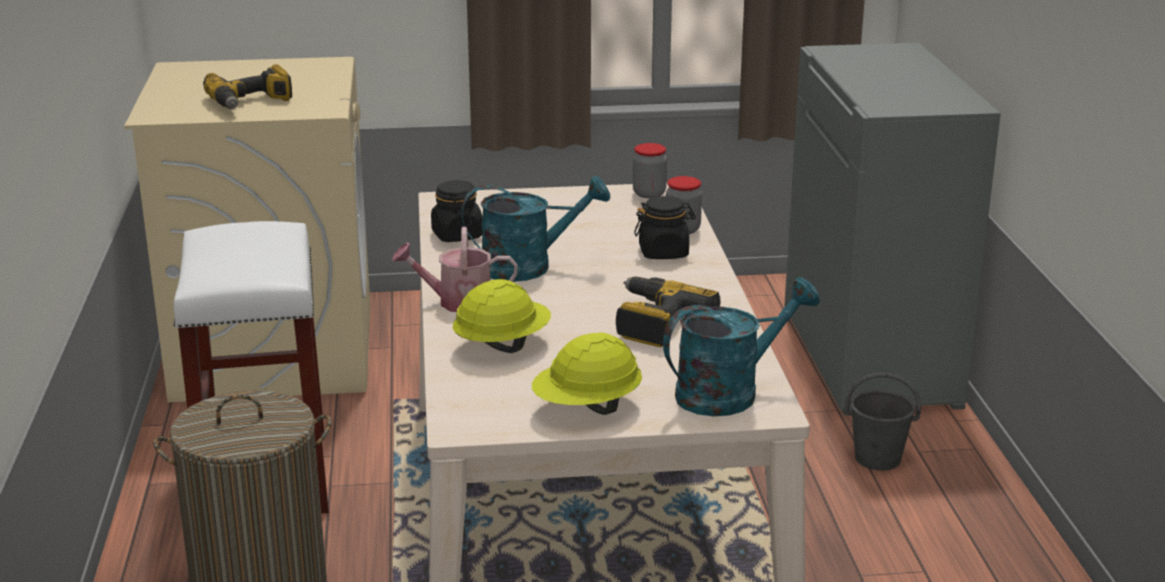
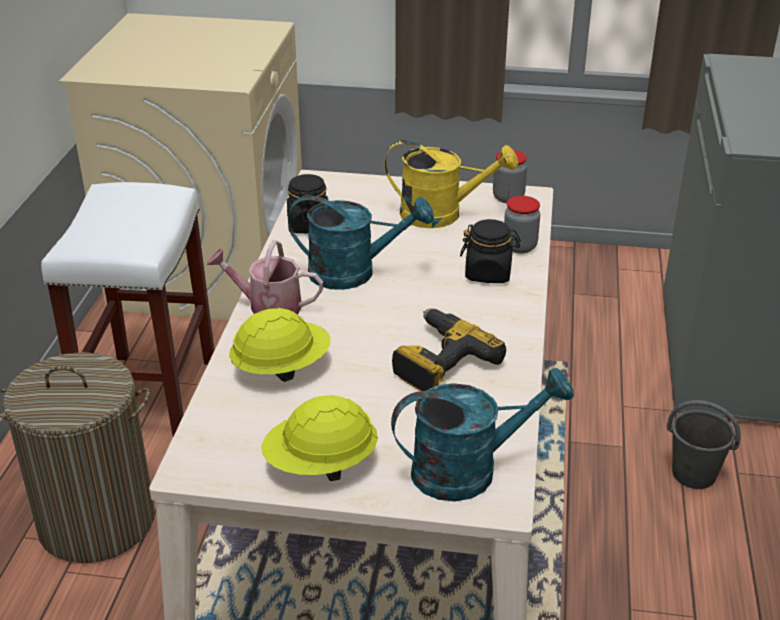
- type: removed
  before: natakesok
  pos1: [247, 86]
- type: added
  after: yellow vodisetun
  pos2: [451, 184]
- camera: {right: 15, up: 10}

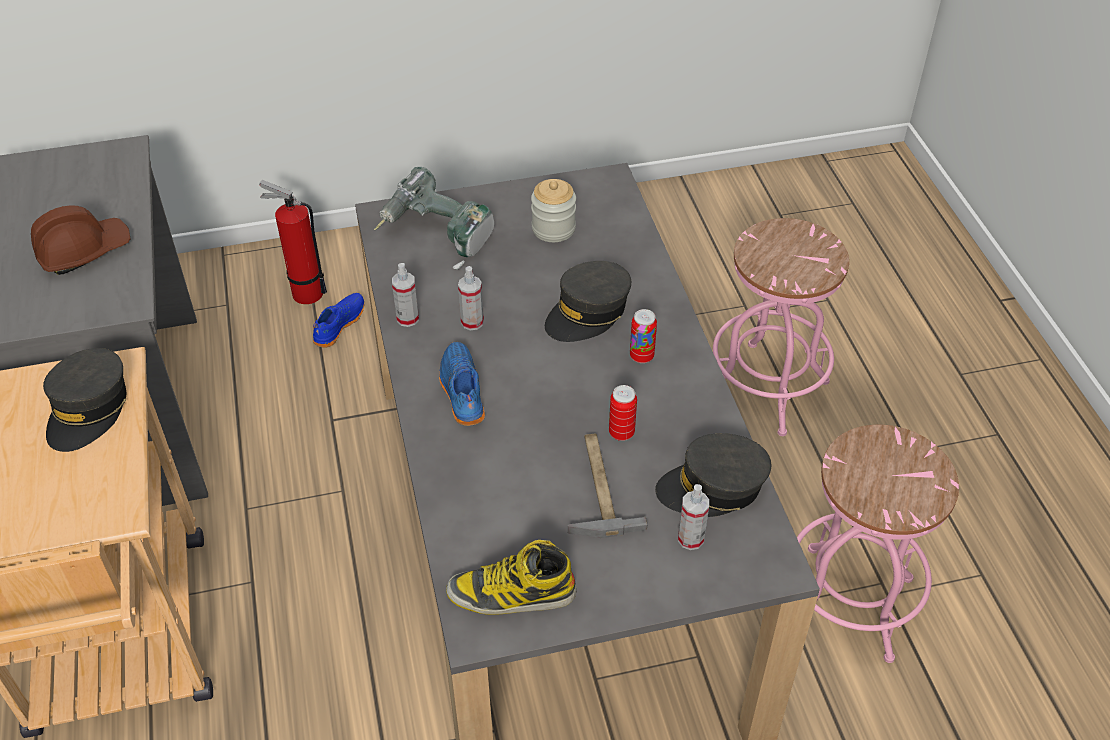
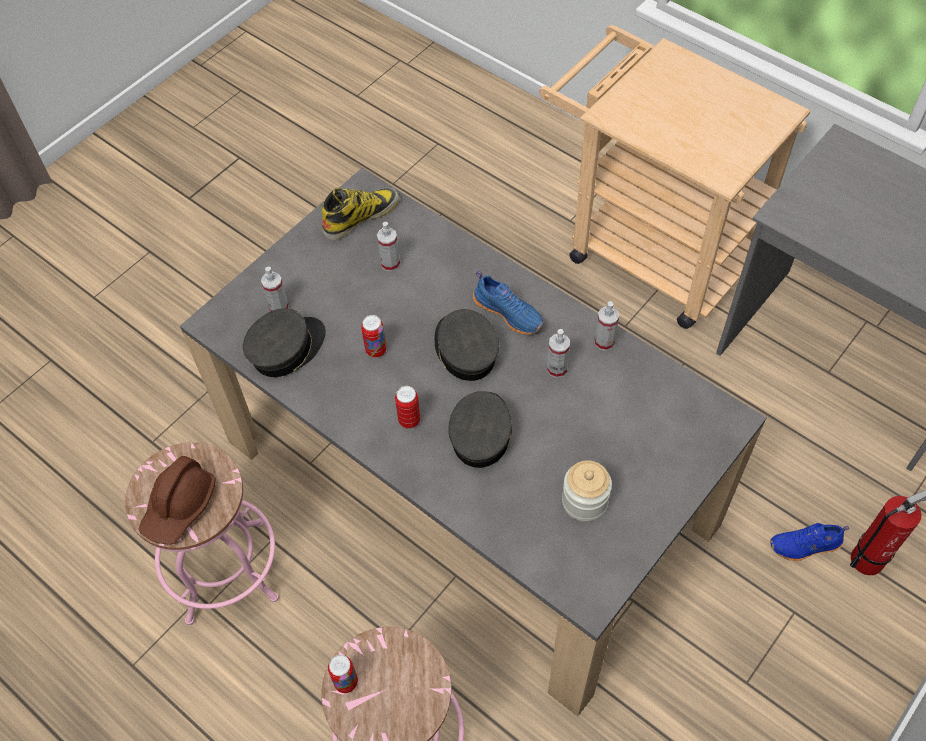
- type: removed
  before: natakesok
  pos1: [434, 218]
- type: moved
  before: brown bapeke
  pos1: [80, 240]
  pos2: [177, 500]
- type: turned
  before: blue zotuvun
  pos1: [338, 320]
  pos2: [809, 542]
  turn: 90
- type: moved
  before: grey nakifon
  pos1: [85, 400]
  pos2: [467, 345]
- type: removed
  before: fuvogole
  pos1: [607, 485]
- type: added
  after: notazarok
  pos2: [388, 246]
- type: added
  after: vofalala
  pos2: [343, 674]
- camera: {right: 145, up: 10}

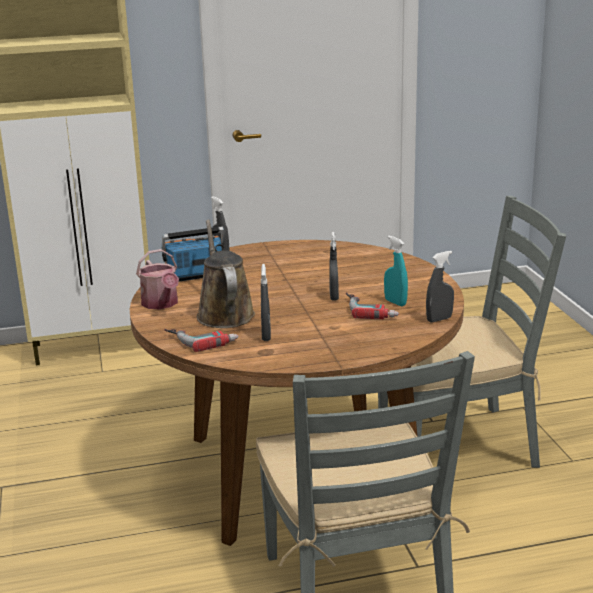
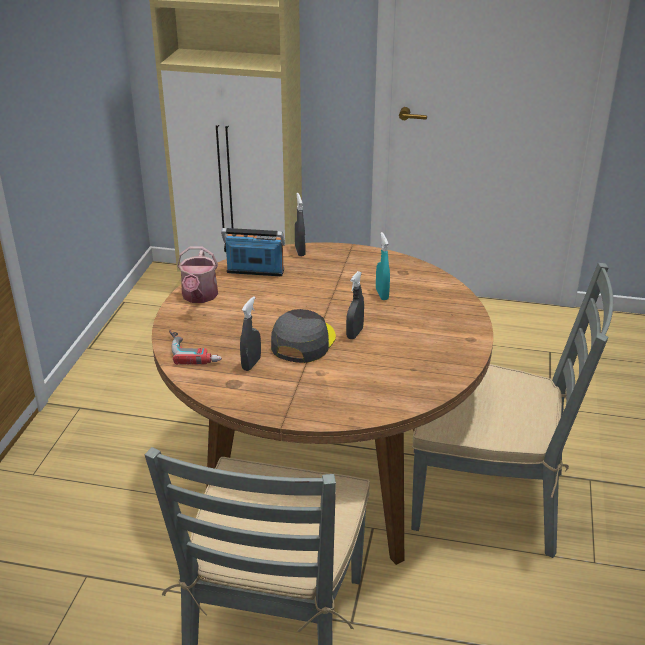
- type: removed
  before: brown vodisetun
  pos1: [226, 273]
- type: moved
  before: turquoise notazarok
  pos1: [396, 271]
  pos2: [383, 266]
- type: removed
  before: grey notazarok
  pos1: [440, 286]
- type: removed
  before: natakesok
  pos1: [372, 306]
- type: added
  after: grey nakifon
  pos2: [303, 336]
- camera: {right: 25, up: 10}

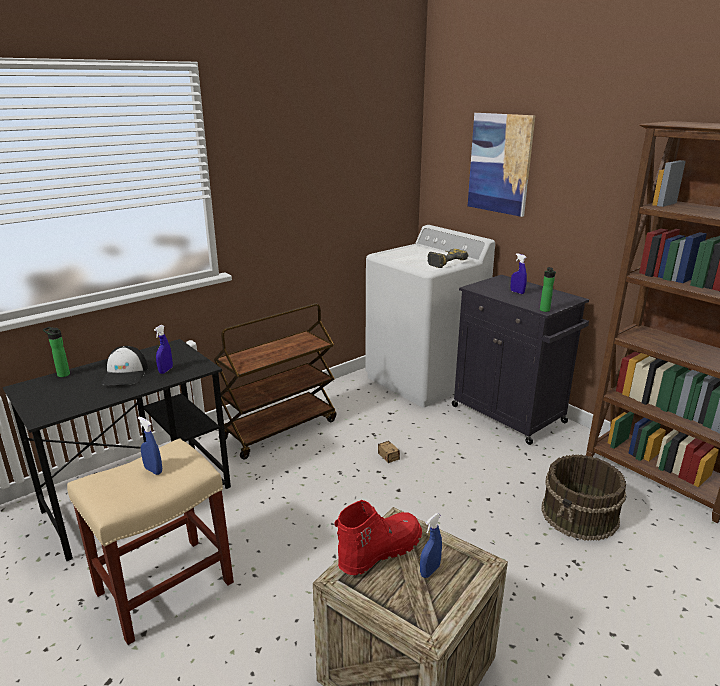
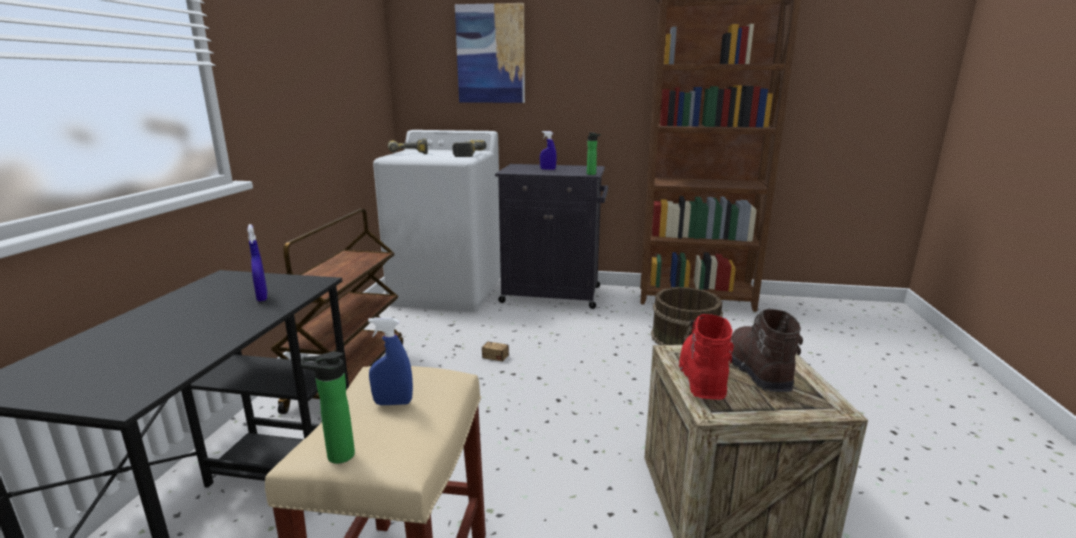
- type: moved
  before: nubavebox
  pos1: [56, 352]
  pos2: [328, 407]
- type: removed
  before: nakifon
  pos1: [124, 365]
- type: replaced
  before: blue notazarok
  after: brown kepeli
  pos1: [431, 545]
  pos2: [766, 350]
- type: added
  after: natakesok
  pos2: [408, 146]
- camera: {right: -40, up: -5}

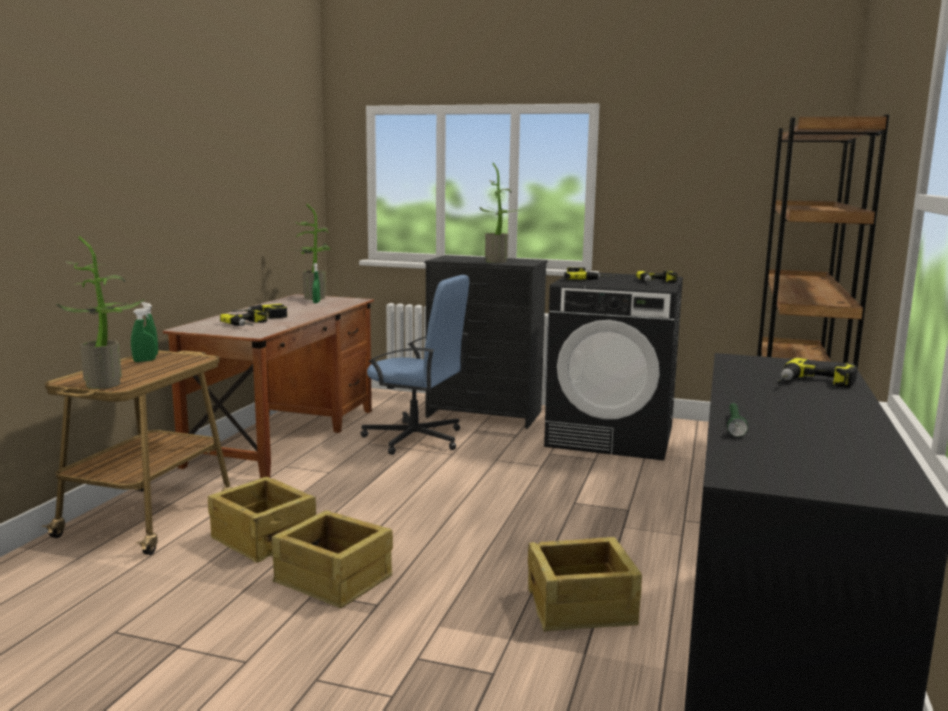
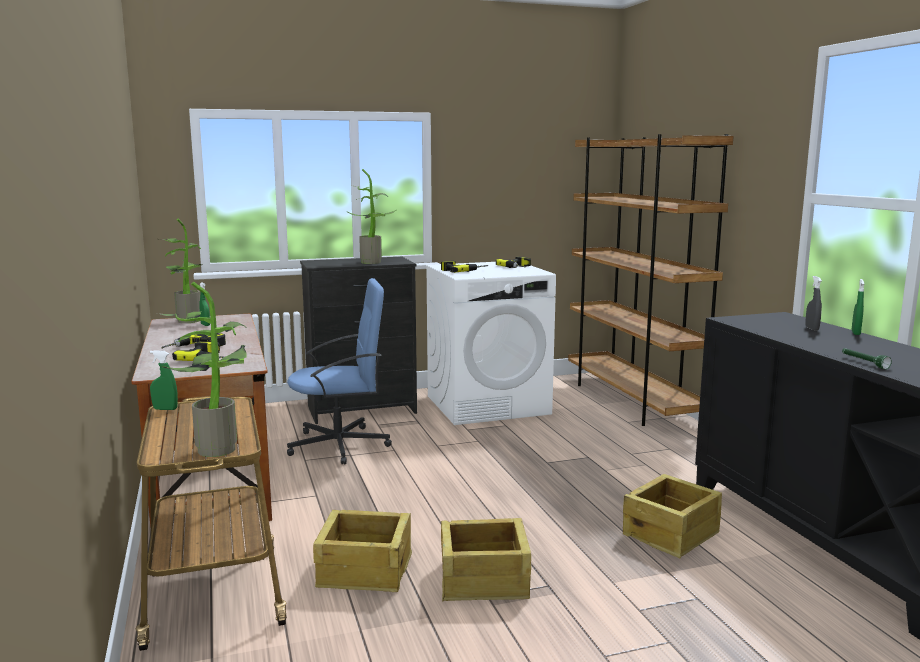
- type: recoloured
  before: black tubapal
  after: white tubapal
  pos1: [613, 367]
  pos2: [491, 343]
- type: moved
  before: green notazarok
  pos1: [143, 335]
  pos2: [858, 307]
- type: replaced
  before: natakesok
  after: grey notazarok
  pos1: [817, 373]
  pos2: [813, 303]
- camera: {right: -35, up: 0}

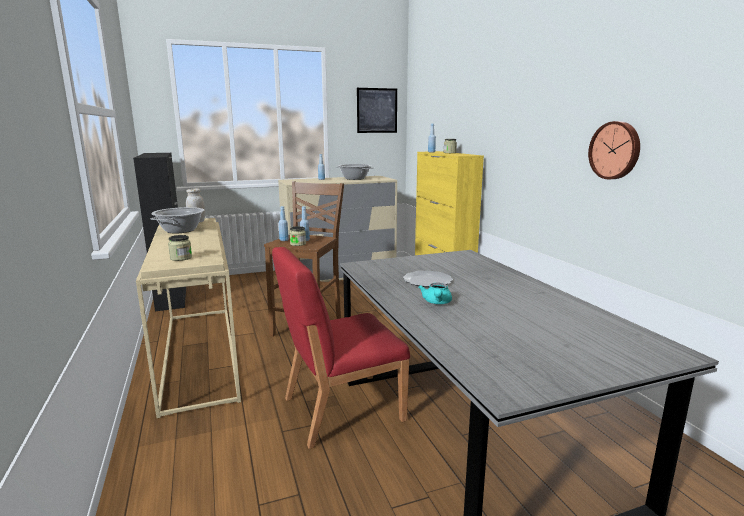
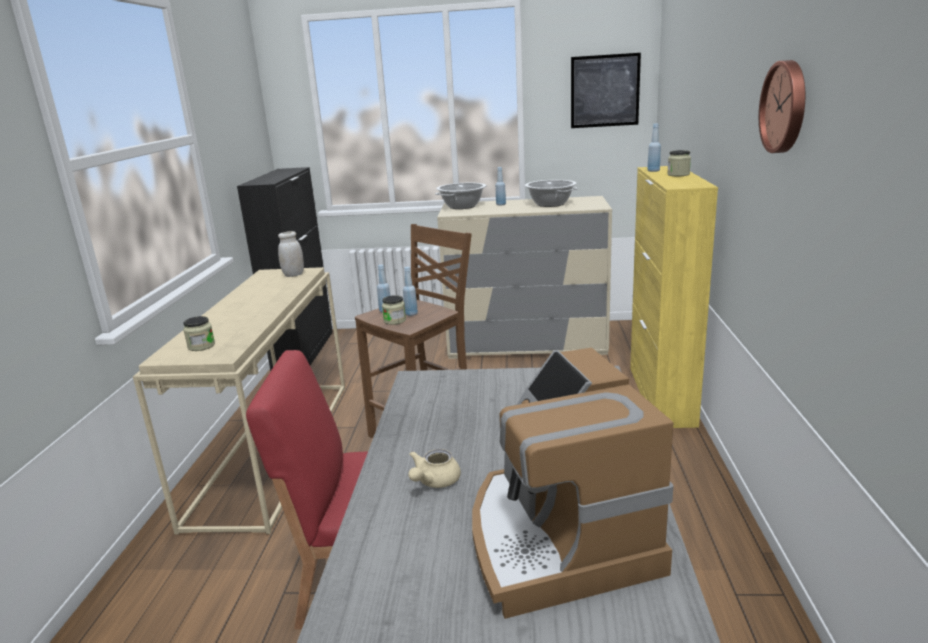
- type: moved
  before: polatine
  pos1: [614, 150]
  pos2: [782, 106]
- type: moved
  before: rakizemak
  pos1: [177, 220]
  pos2: [461, 196]
- type: removed
  before: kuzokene
  pos1: [428, 279]
- type: recoloured
  before: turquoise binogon
  after: beige binogon
  pos1: [435, 293]
  pos2: [434, 468]
- type: added
  after: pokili
  pos2: [572, 483]
- camera: {right: 25, up: 5}

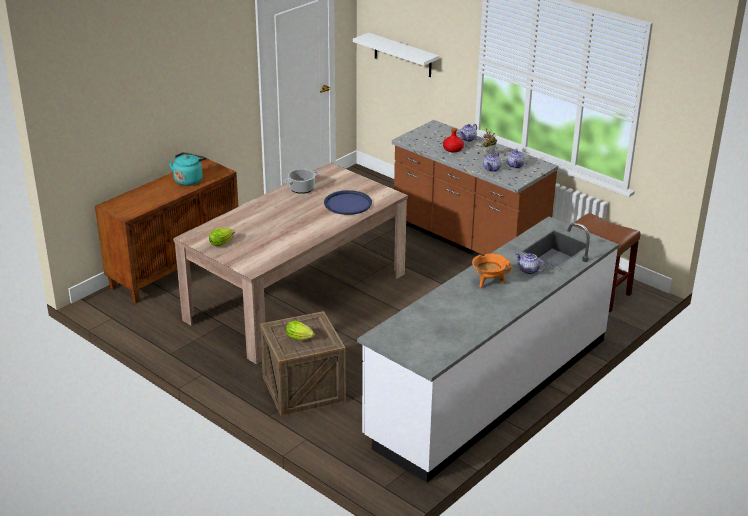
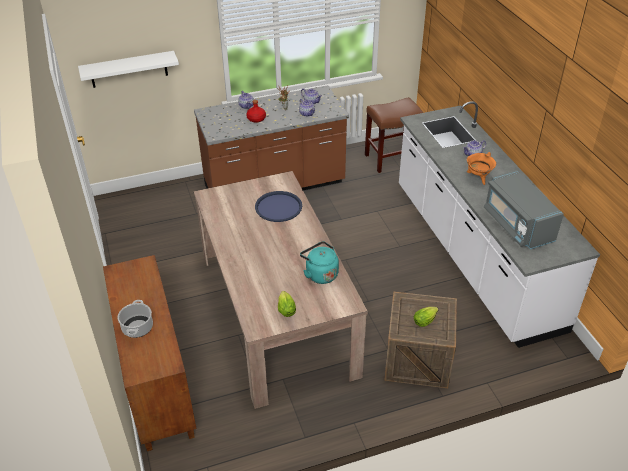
- type: moved
  before: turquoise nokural
  pos1: [187, 169]
  pos2: [319, 262]
- type: moved
  before: rakizemak
  pos1: [302, 181]
  pos2: [135, 319]
- type: added
  after: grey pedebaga
  pos2: [524, 209]
- camera: {right: -60, up: 10}

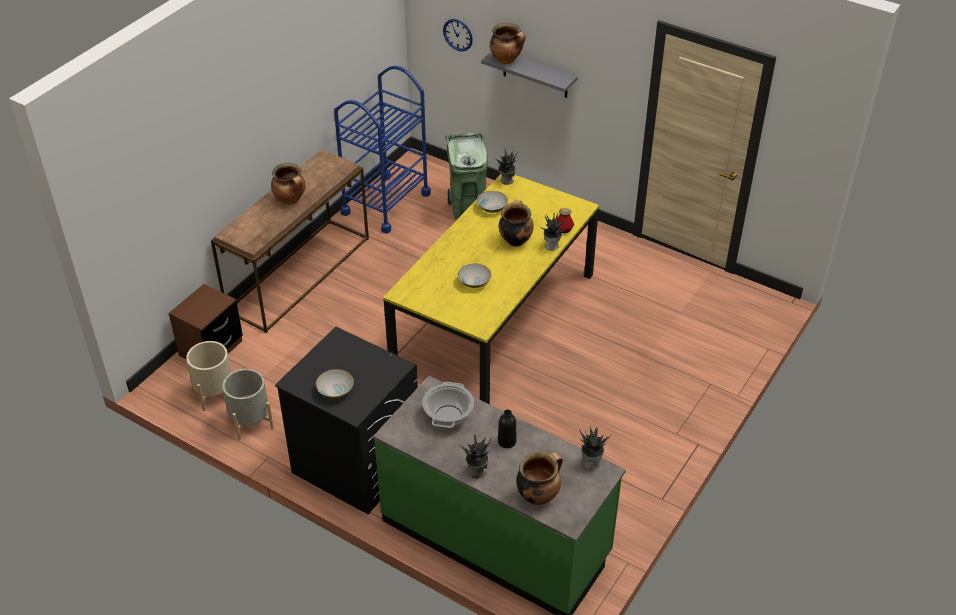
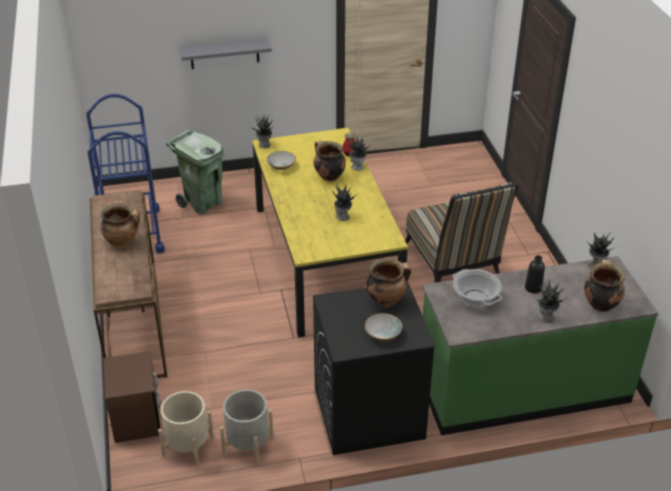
- type: removed
  before: polatine
  pos1: [458, 35]
- type: moved
  before: rakizemak
  pos1: [507, 43]
  pos2: [388, 282]
- type: replaced
  before: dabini
  after: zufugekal
  pos1: [474, 275]
  pos2: [344, 202]
- type: added
  after: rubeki
  pos2: [462, 232]
- camera: {right: -45, up: -5}

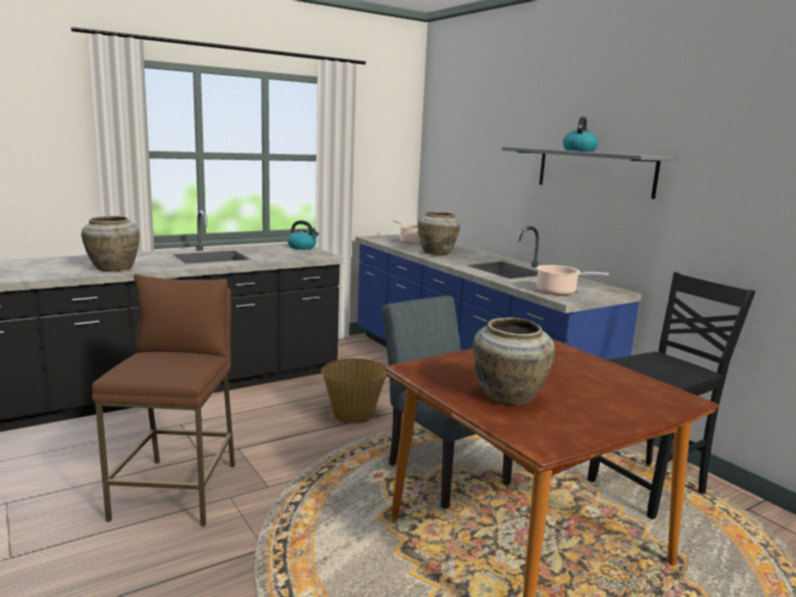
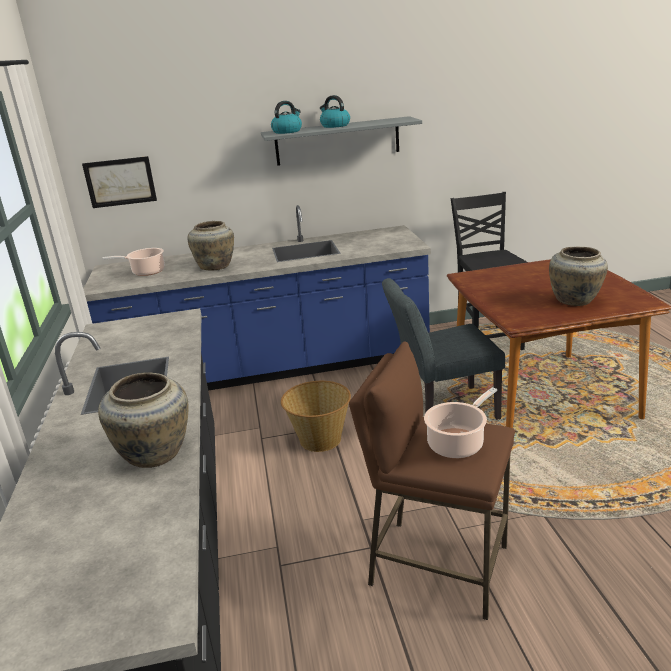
- type: moved
  before: nokural
  pos1: [303, 235]
  pos2: [286, 117]
- type: moved
  before: rakizemak
  pos1: [572, 280]
  pos2: [460, 422]
- type: added
  after: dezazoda
  pos2: [119, 182]
- camera: {right: -65, up: 10}

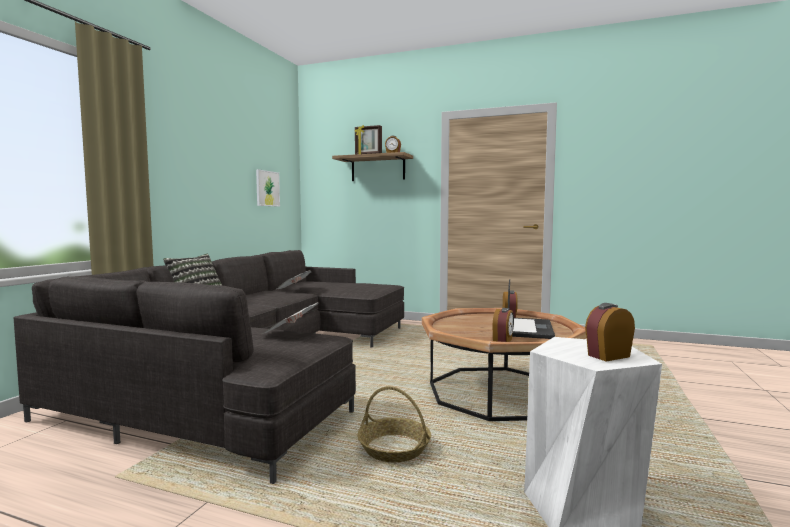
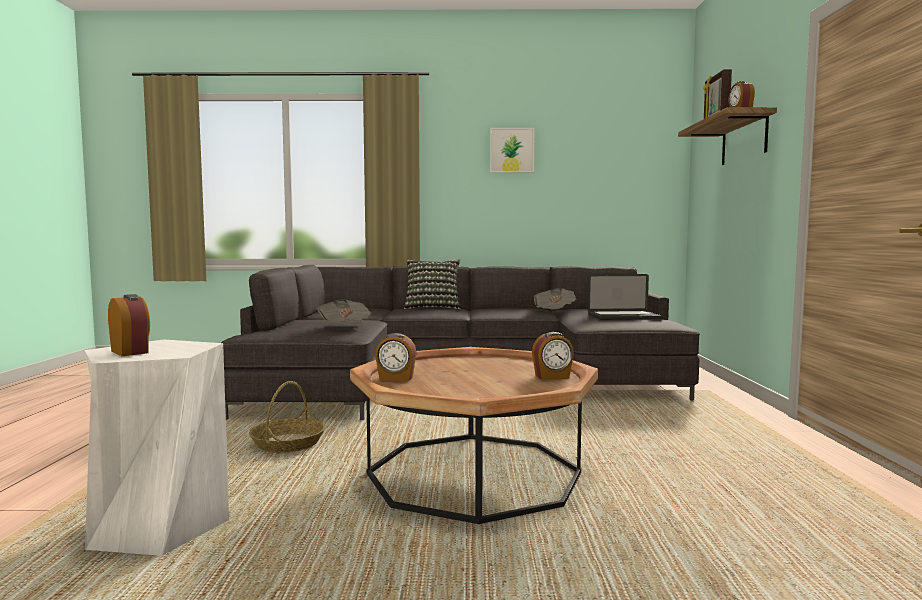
- type: moved
  before: dezazoda
  pos1: [268, 188]
  pos2: [512, 150]
- type: moved
  before: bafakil
  pos1: [531, 309]
  pos2: [625, 297]
- camera: {right: 70, up: 0}

